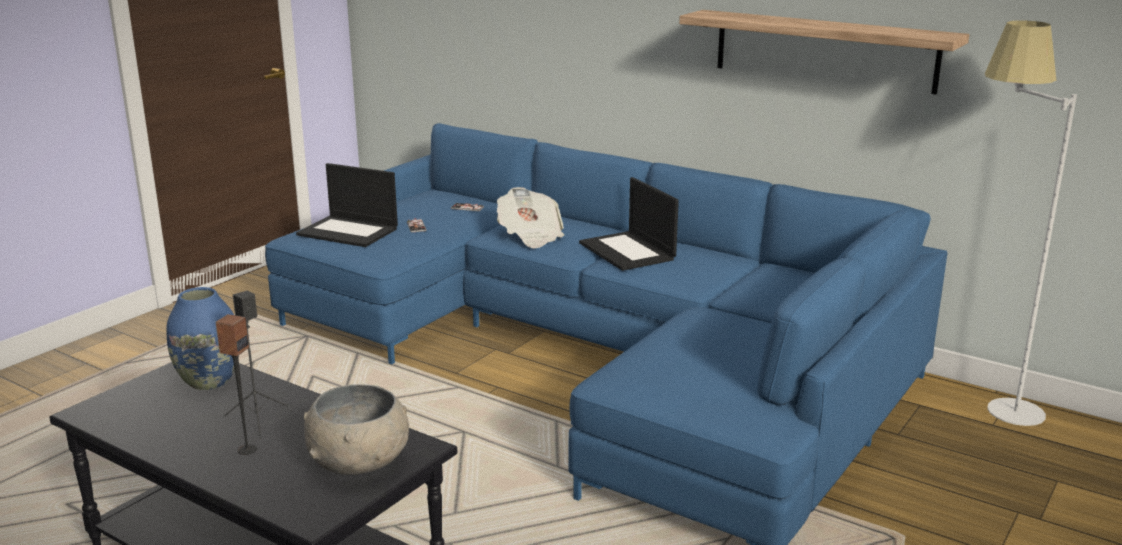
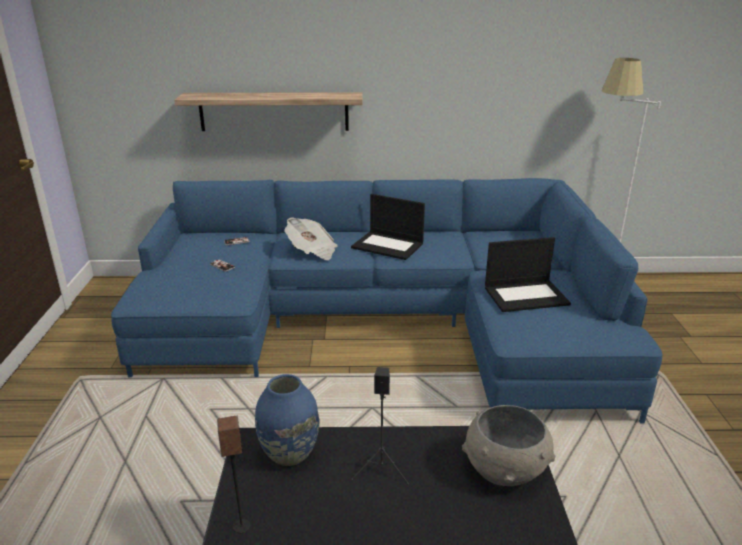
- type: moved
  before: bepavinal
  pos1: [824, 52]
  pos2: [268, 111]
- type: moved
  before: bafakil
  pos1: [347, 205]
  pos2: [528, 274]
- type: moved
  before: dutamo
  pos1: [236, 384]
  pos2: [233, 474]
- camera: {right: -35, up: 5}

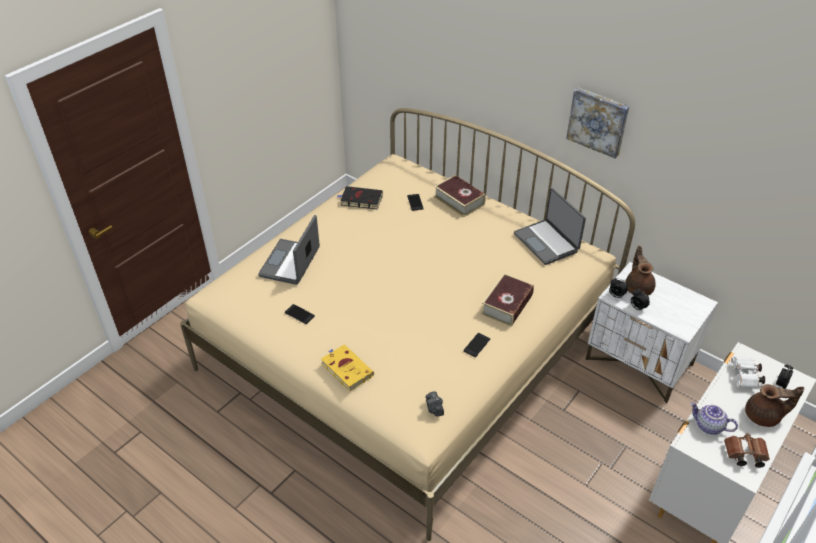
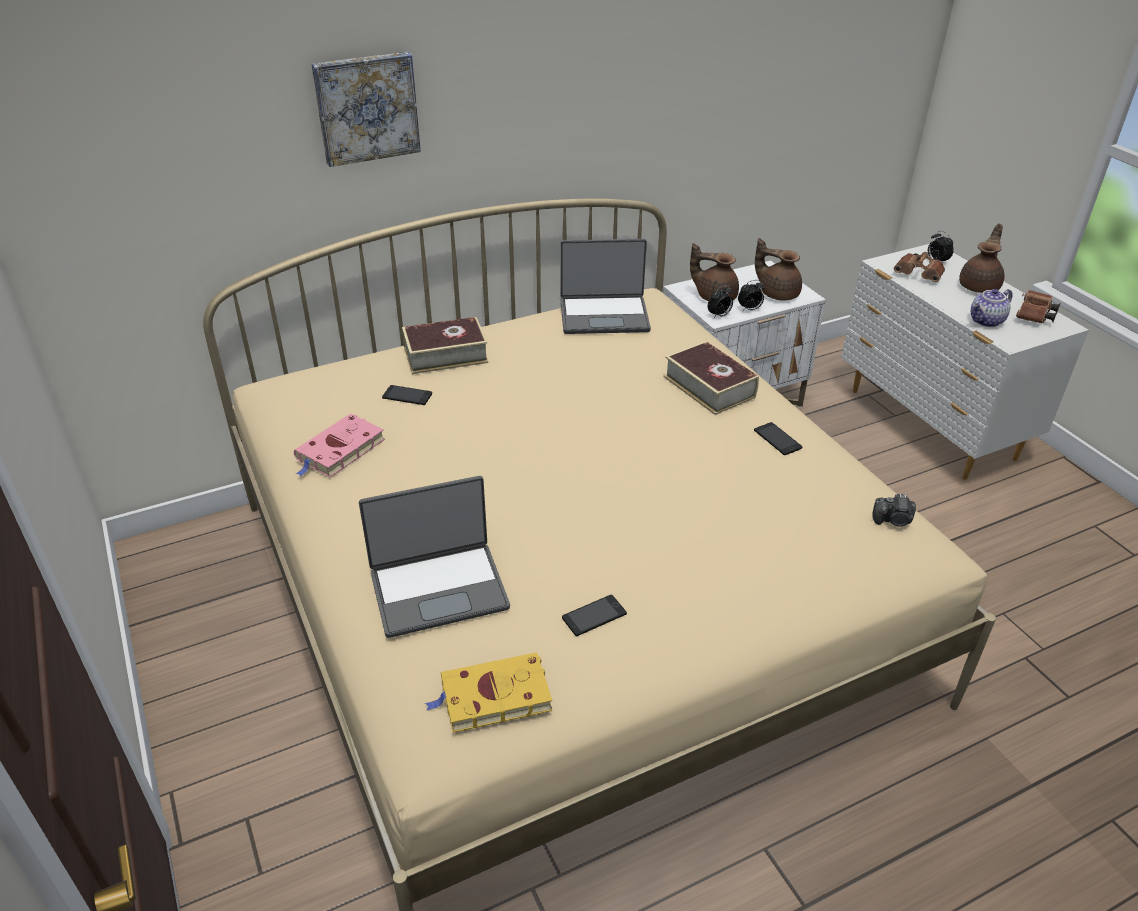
- type: moved
  before: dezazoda
  pos1: [598, 123]
  pos2: [366, 109]
- type: recoloured
  before: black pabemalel
  after: pink pabemalel
  pos1: [360, 198]
  pos2: [339, 445]
- type: turned
  before: bafakil
  pos1: [289, 250]
  pos2: [434, 557]
  turn: -60
- type: moved
  before: yellow pabemalel
  pos1: [347, 368]
  pos2: [488, 692]
- type: recoloured
  before: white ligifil
  after: brown ligifil
  pos1: [748, 372]
  pos2: [919, 267]
- type: added
  after: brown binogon
  pos2: [778, 269]
- camera: {right: -65, up: -5}

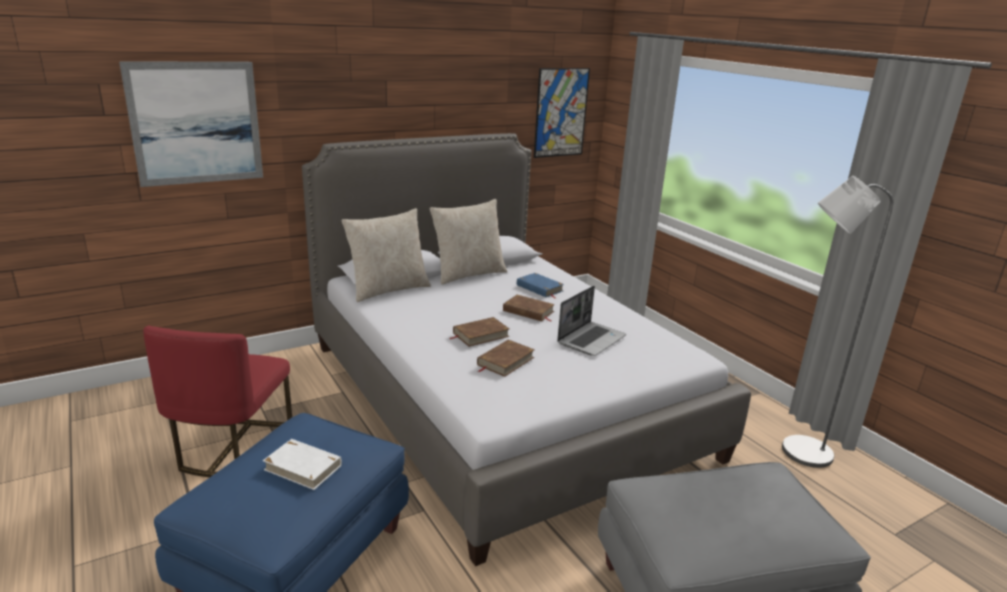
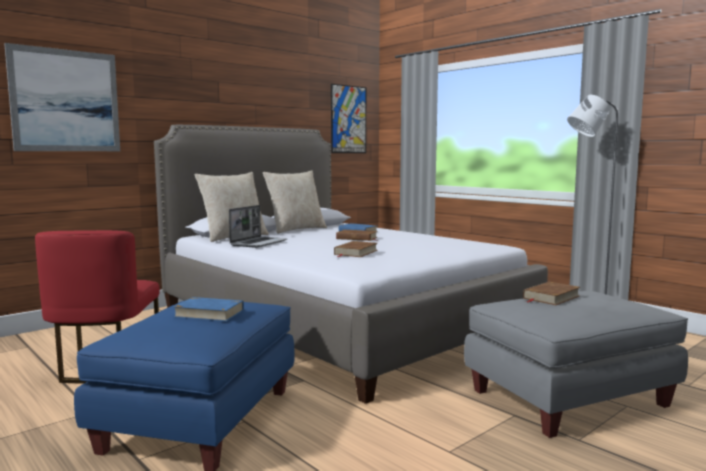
- type: moved
  before: bafakil
  pos1: [591, 321]
  pos2: [258, 226]
- type: moved
  before: brown pabemalel
  pos1: [479, 332]
  pos2: [551, 293]
- type: recoloured
  before: white pabemalel
  after: blue pabemalel
  pos1: [302, 464]
  pos2: [208, 309]
- camera: {right: -10, up: -15}

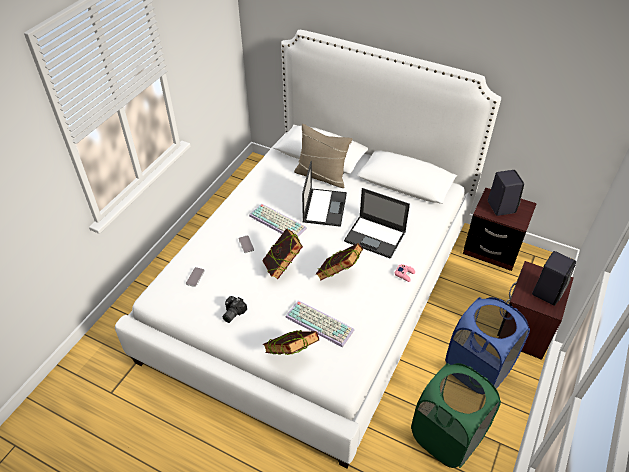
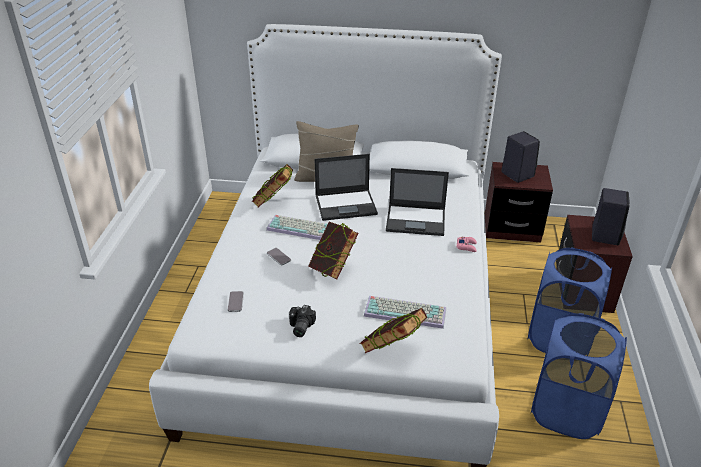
- type: turned
  before: bafakil
  pos1: [324, 194]
  pos2: [346, 187]
  turn: 90
- type: moved
  before: pabemalel
  pos1: [339, 262]
  pos2: [272, 186]
- type: recoloured
  before: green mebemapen
  after: blue mebemapen
  pos1: [456, 415]
  pos2: [578, 376]
- camera: {right: -20, up: -10}

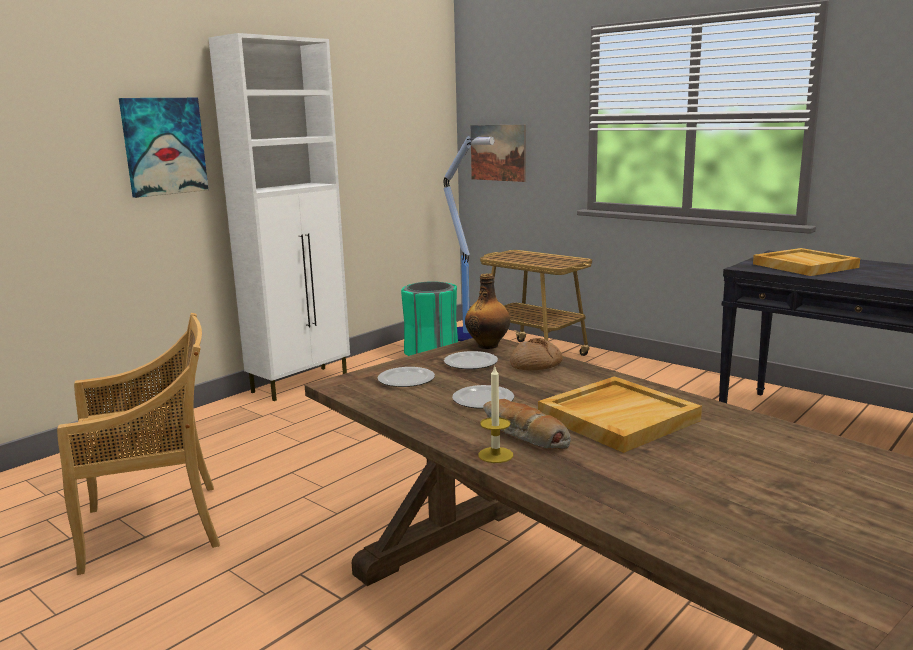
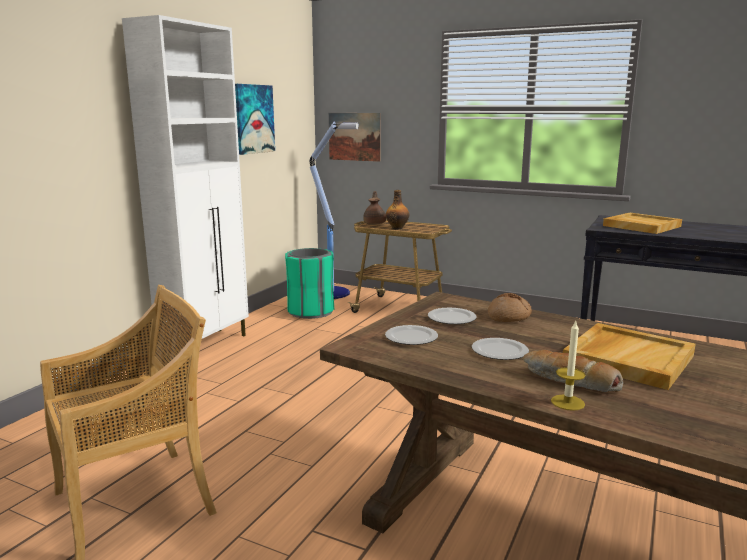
- type: moved
  before: dezazoda
  pos1: [163, 148]
  pos2: [255, 119]
- type: moved
  before: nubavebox
  pos1: [487, 311]
  pos2: [397, 210]
- type: added
  after: brown binogon
  pos2: [374, 208]
- camera: {right: -15, up: 0}

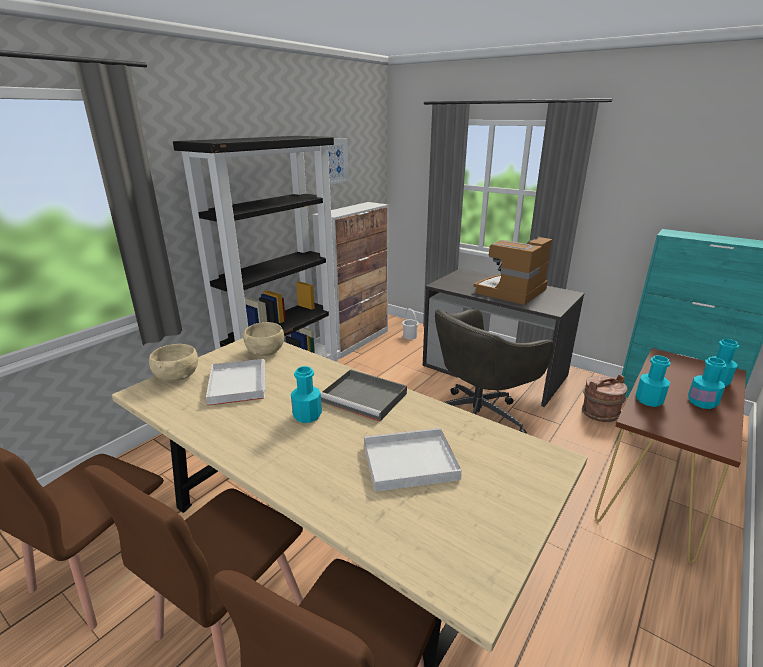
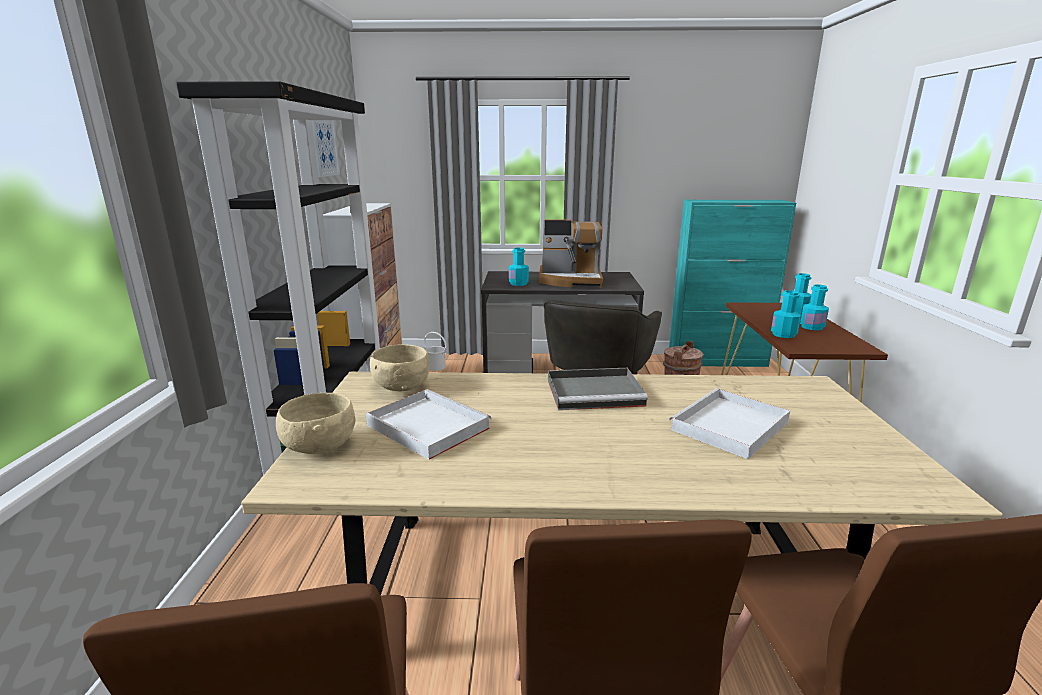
- type: turned
  before: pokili
  pos1: [513, 270]
  pos2: [571, 253]
  turn: -90
- type: moved
  before: turquoise nubavebox
  pos1: [306, 394]
  pos2: [519, 267]
- camera: {right: -35, up: -5}

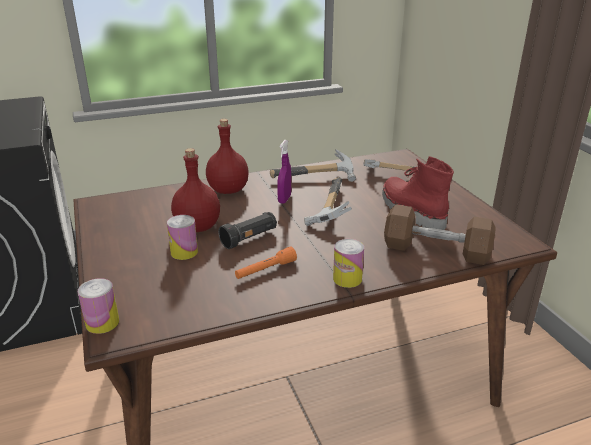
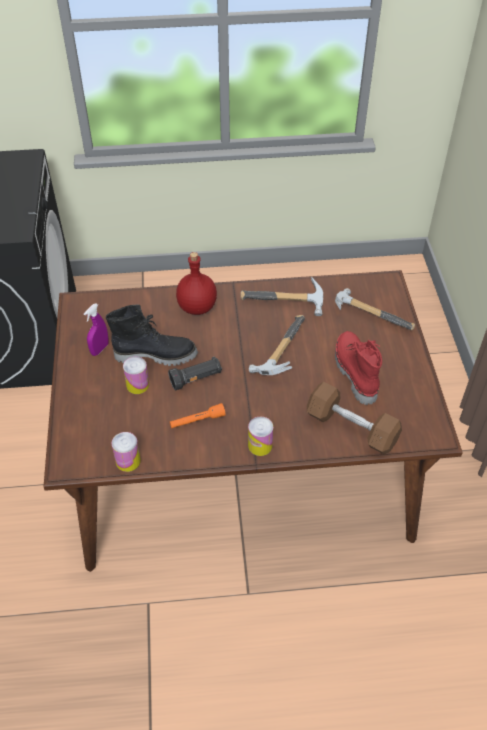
- type: moved
  before: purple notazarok
  pos1: [284, 172]
  pos2: [96, 329]
- type: replaced
  before: red nubavebox
  after: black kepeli
  pos1: [195, 190]
  pos2: [152, 335]
- type: moved
  before: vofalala
  pos1: [98, 306]
  pos2: [126, 452]
- camera: {right: 15, up: 20}

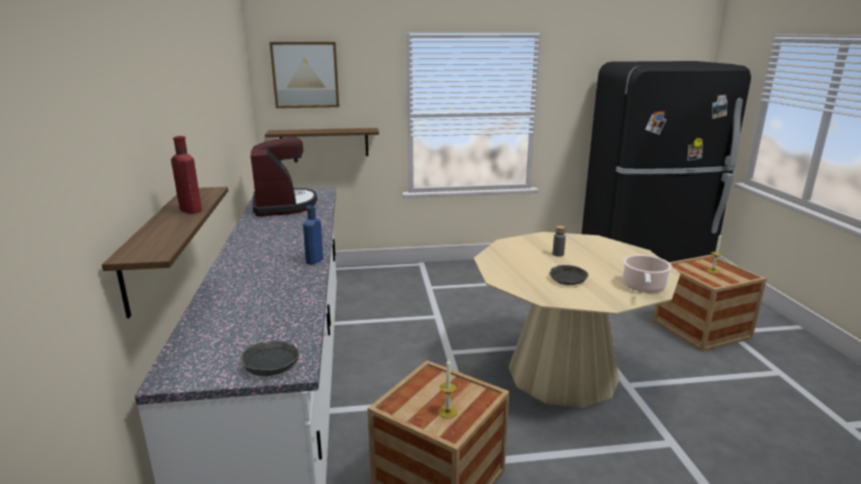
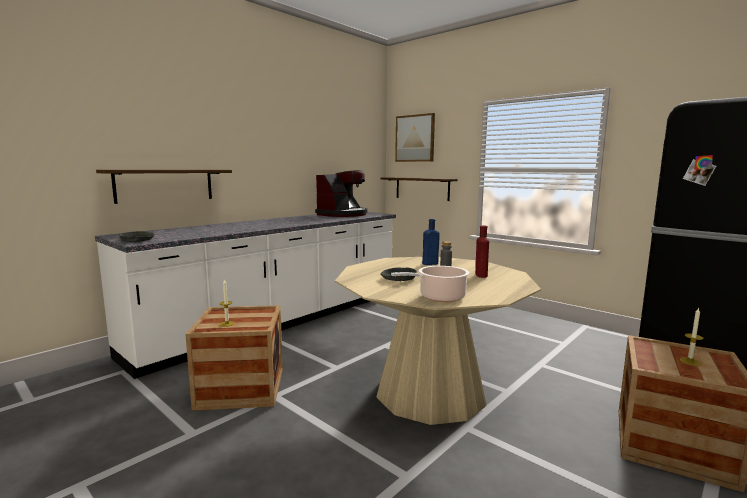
- type: moved
  before: red nubavebox
  pos1: [186, 175]
  pos2: [482, 252]
- type: moved
  before: blue nubavebox
  pos1: [313, 235]
  pos2: [431, 242]
- camera: {right: 50, up: -10}

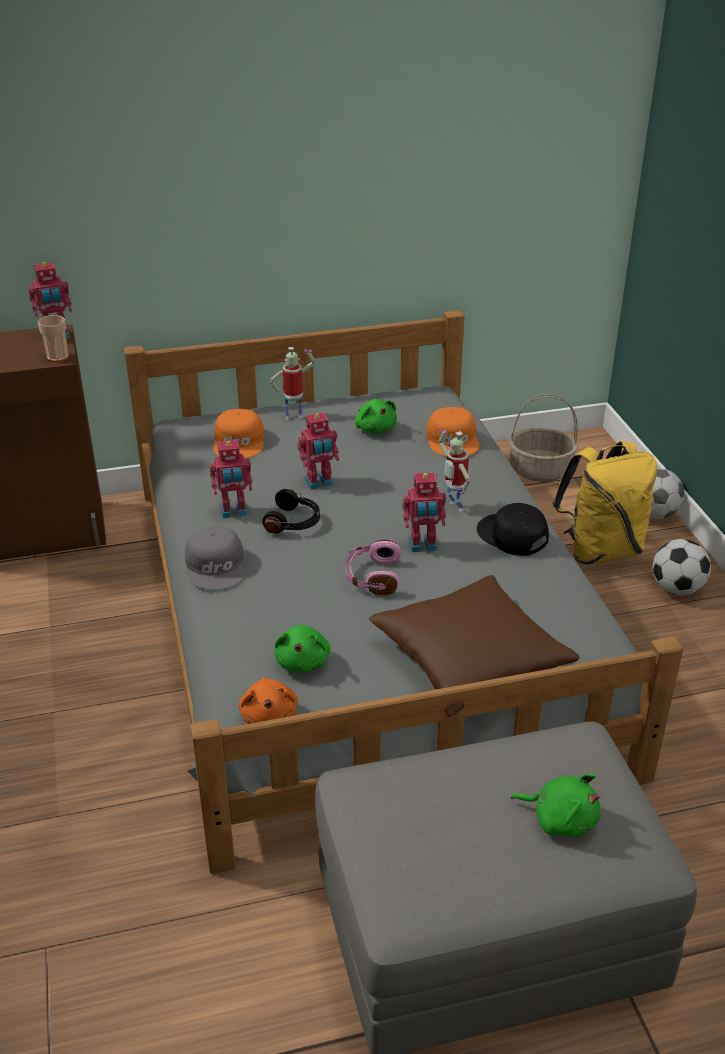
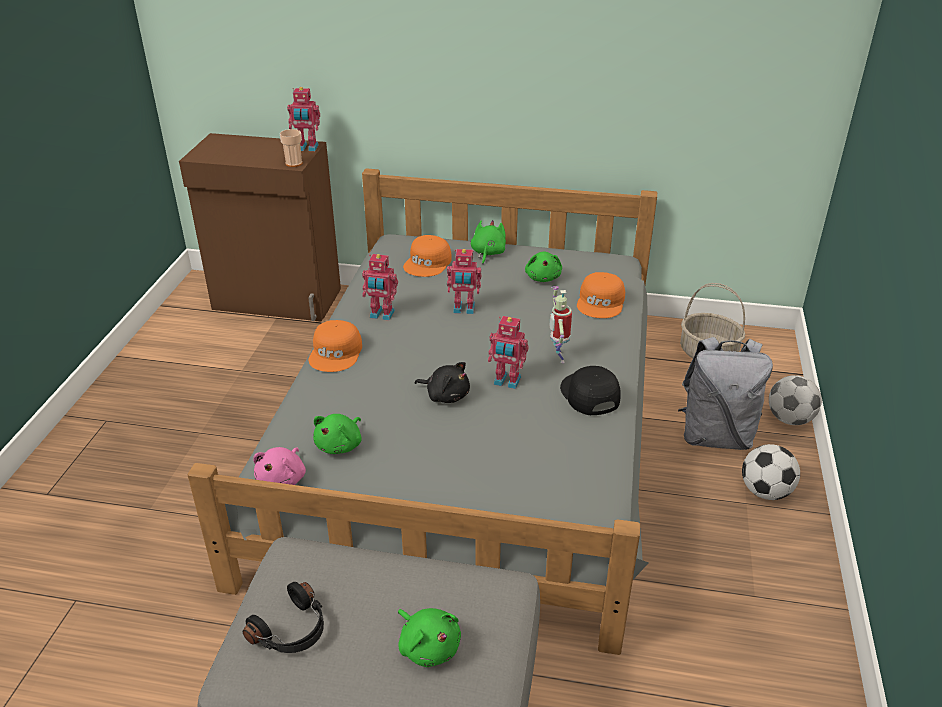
- type: replaced
  before: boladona
  after: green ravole
  pos1: [292, 383]
  pos2: [488, 242]
- type: recoloured
  before: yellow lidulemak
  after: grey lidulemak
  pos1: [604, 502]
  pos2: [725, 393]
- type: moved
  before: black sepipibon
  pos1: [291, 511]
  pos2: [283, 617]
- type: recoloured
  before: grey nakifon
  after: orange nakifon
  pos1: [216, 558]
  pos2: [335, 346]
- type: replaced
  before: pink sepipibon
  after: black ravole
  pos1: [373, 567]
  pos2: [442, 382]
- type: removed
  before: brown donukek
  pos1: [474, 646]
- type: recoloured
  before: orange ravole
  after: pink ravole
  pos1: [268, 700]
  pos2: [279, 466]
- camera: {right: 25, up: 0}

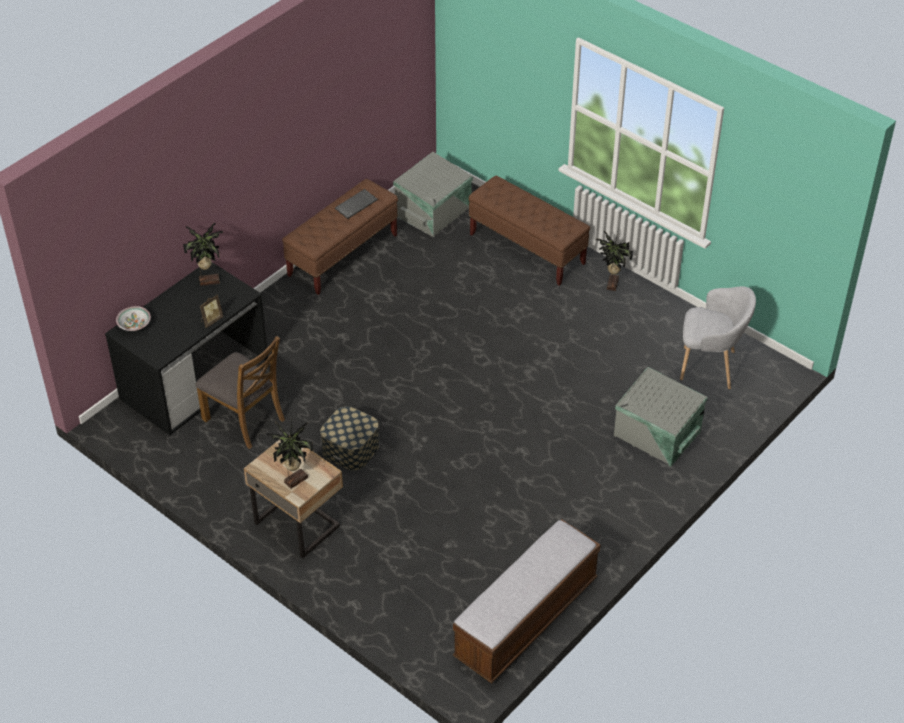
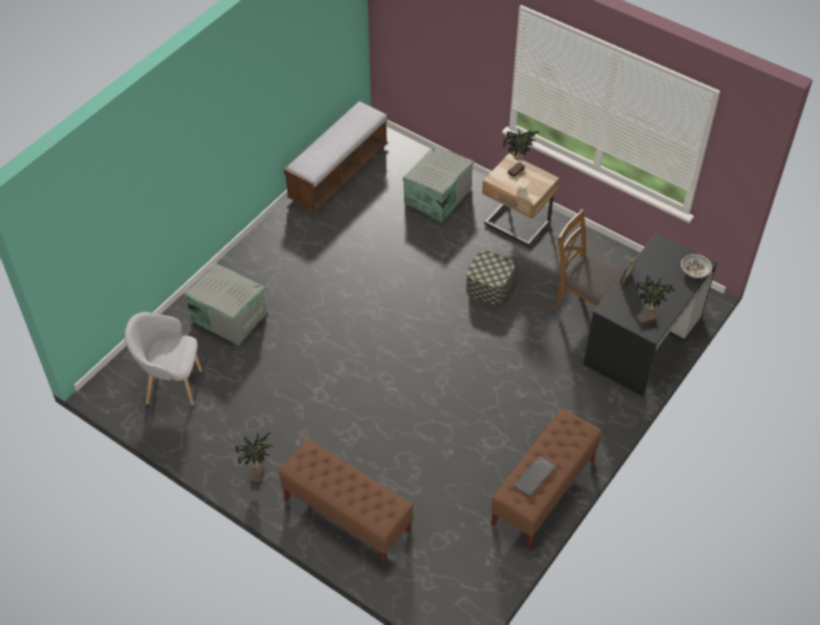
- type: moved
  before: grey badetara
  pos1: [433, 194]
  pos2: [438, 183]
- camera: {right: 175, up: 5}

